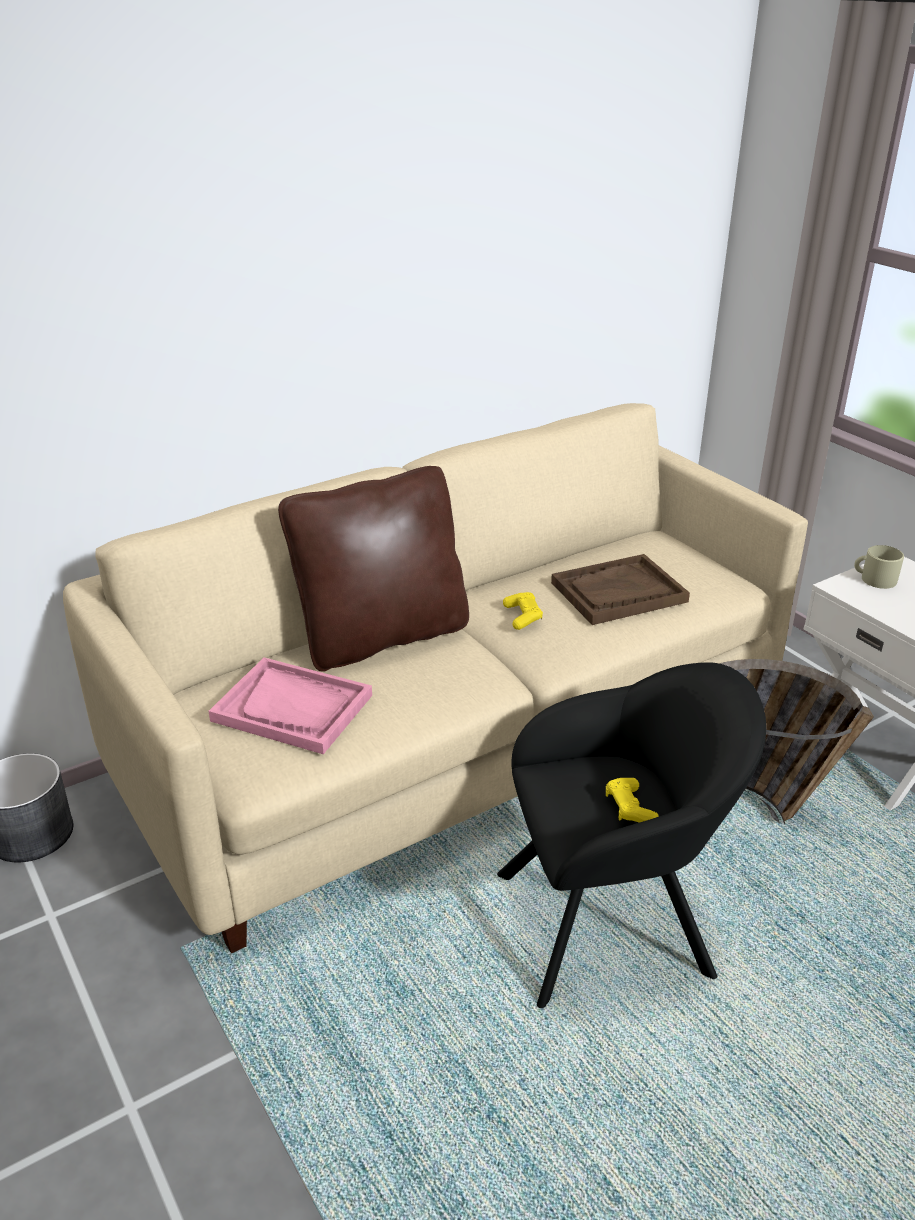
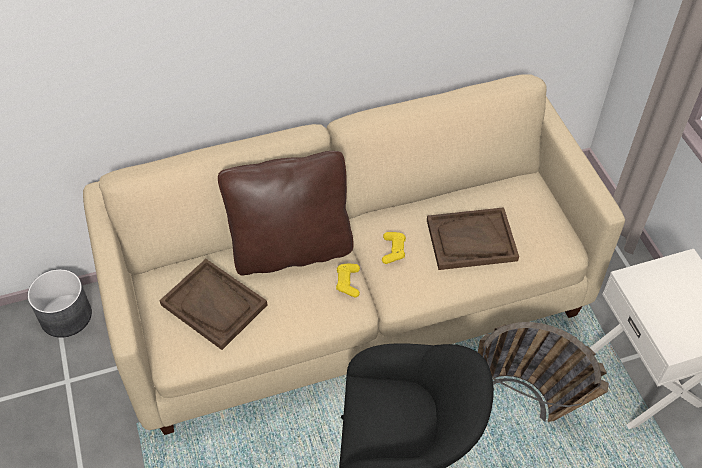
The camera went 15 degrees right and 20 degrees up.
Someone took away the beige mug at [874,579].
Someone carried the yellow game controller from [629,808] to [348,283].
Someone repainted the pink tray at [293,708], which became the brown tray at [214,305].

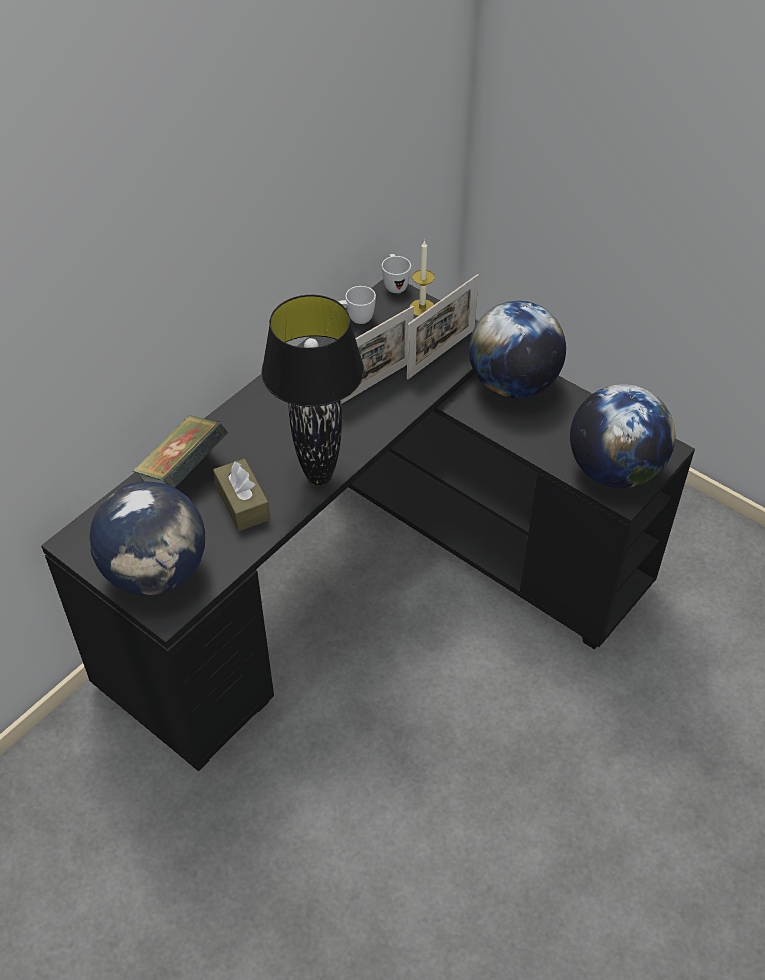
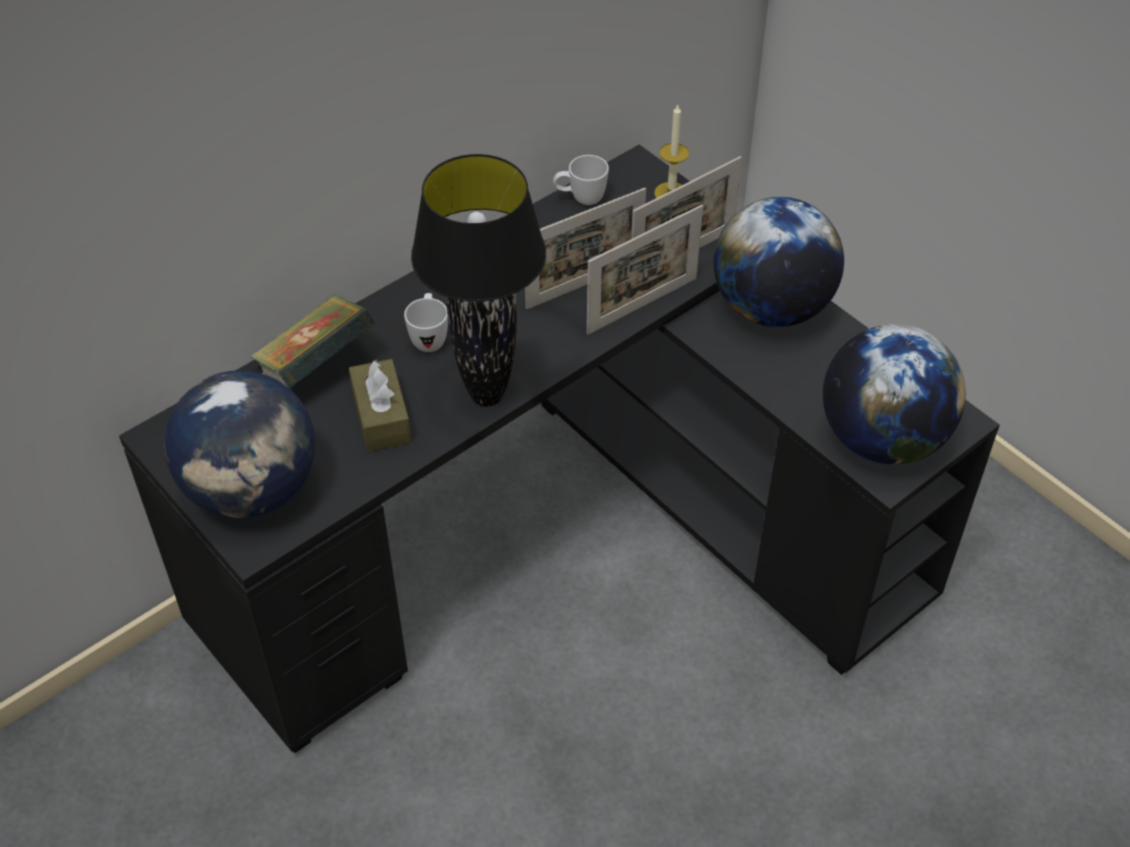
The camera went 10 degrees right and 0 degrees up.
Someone put down the picture frame at [642,305].
Someone carried the white mug from [395,284] to [429,337].

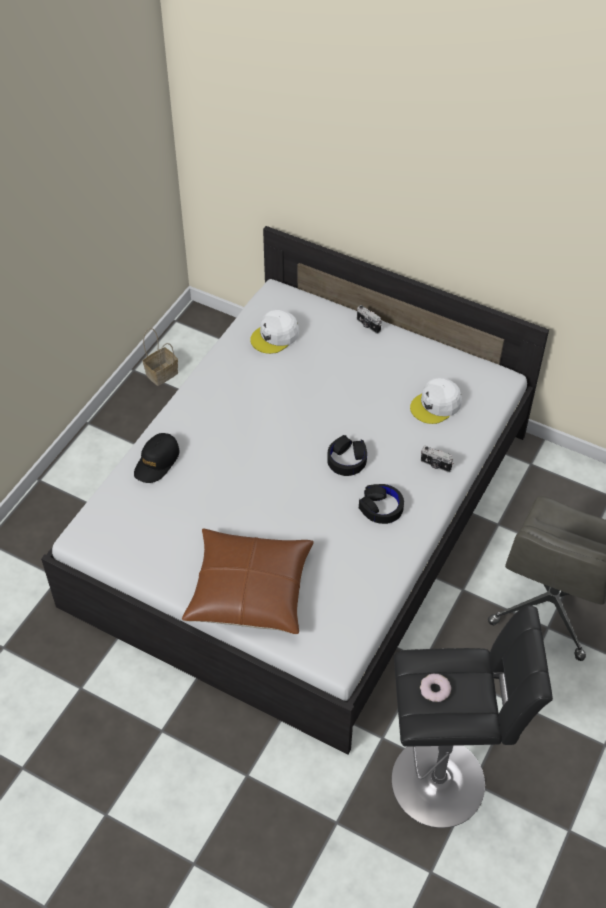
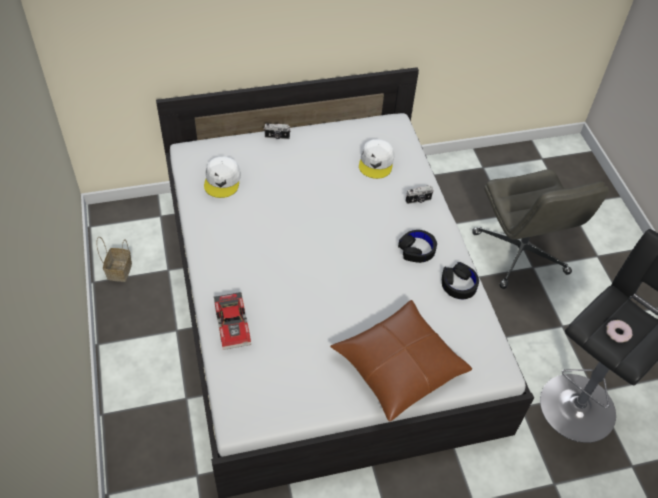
The camera went 45 degrees left and 0 degrees up.
Someone carried the black headphones from [347,460] to [458,284].
Someone swapped the black cap at [157,462] for the toy car at [234,324].

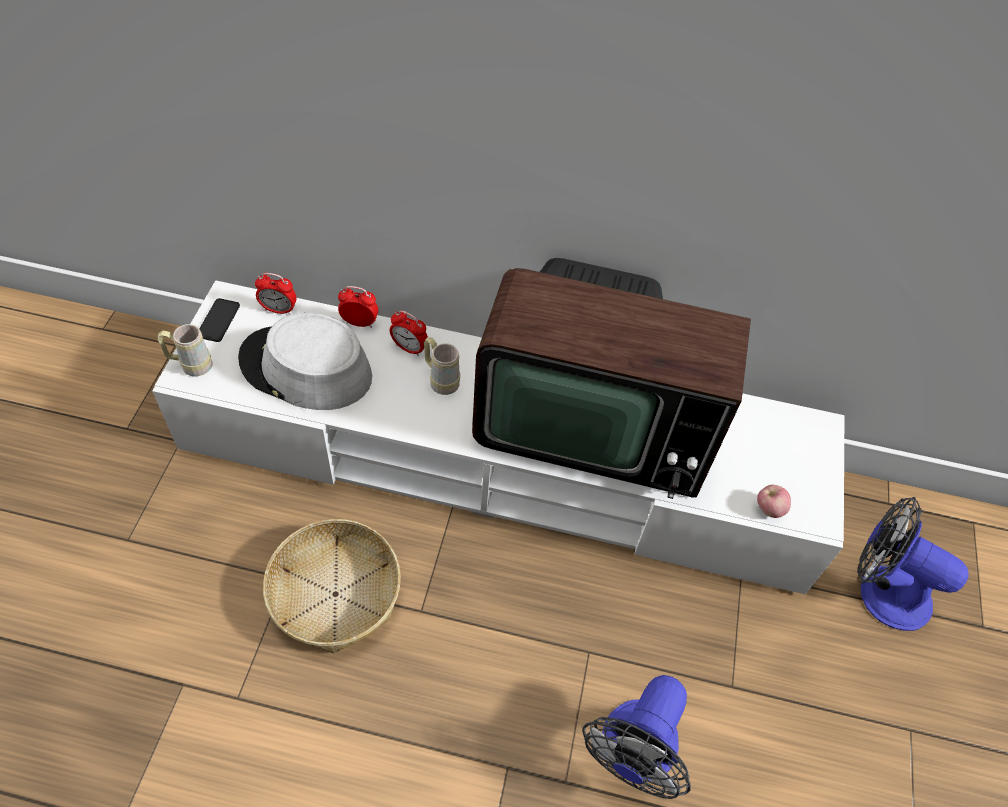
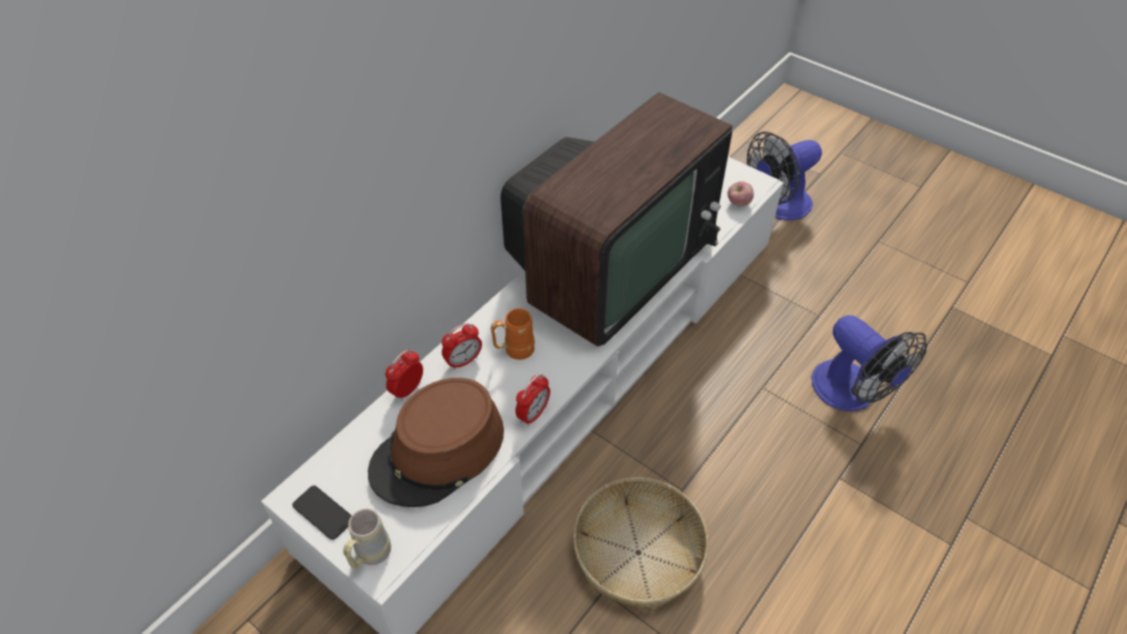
The camera went 60 degrees left and 5 degrees down.
Someone carried the alarm clock from [279,309] to [533,414].
Someone repainted the grey hat at [305,369], which became the brown hat at [438,451].
Someone repainted the beige mug at [440,379], which became the orange mug at [513,350].

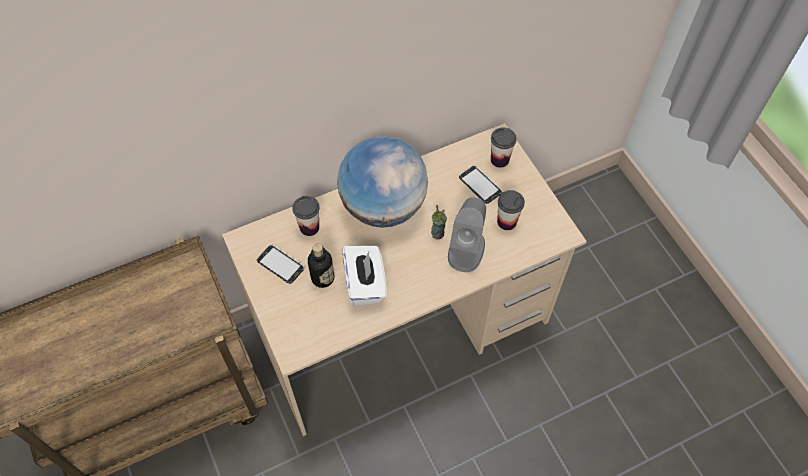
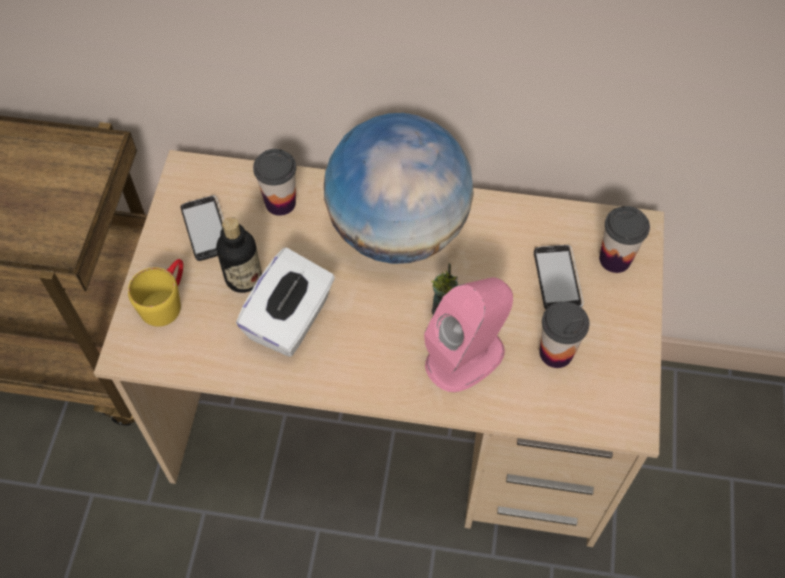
The camera went 35 degrees right and 0 degrees up.
Someone put down the yellow mug at [166,300].
Someone repainted the grey speaker at [466,249], which became the pink speaker at [465,356].

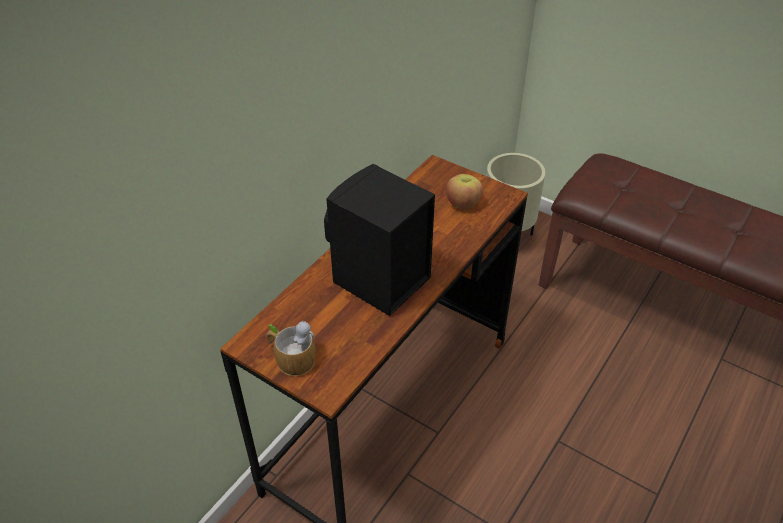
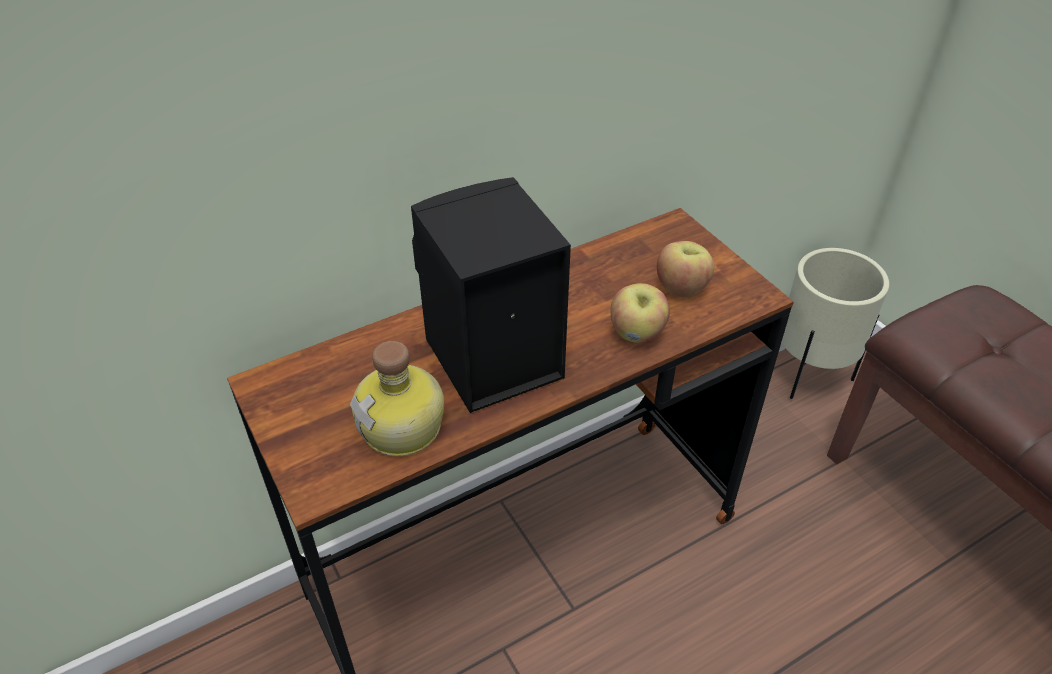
The camera went 25 degrees right and 0 degrees up.
Someone took away the mug at [291,357].
Someone put down the bottle at [404,428].
Someone put down the apple at [637,334].

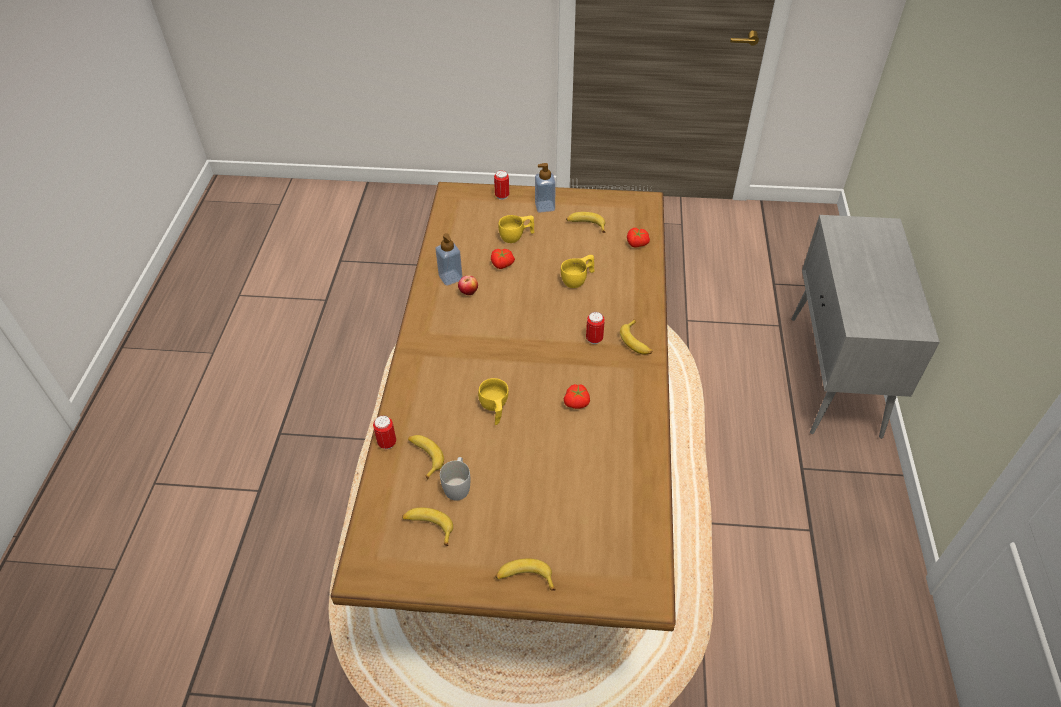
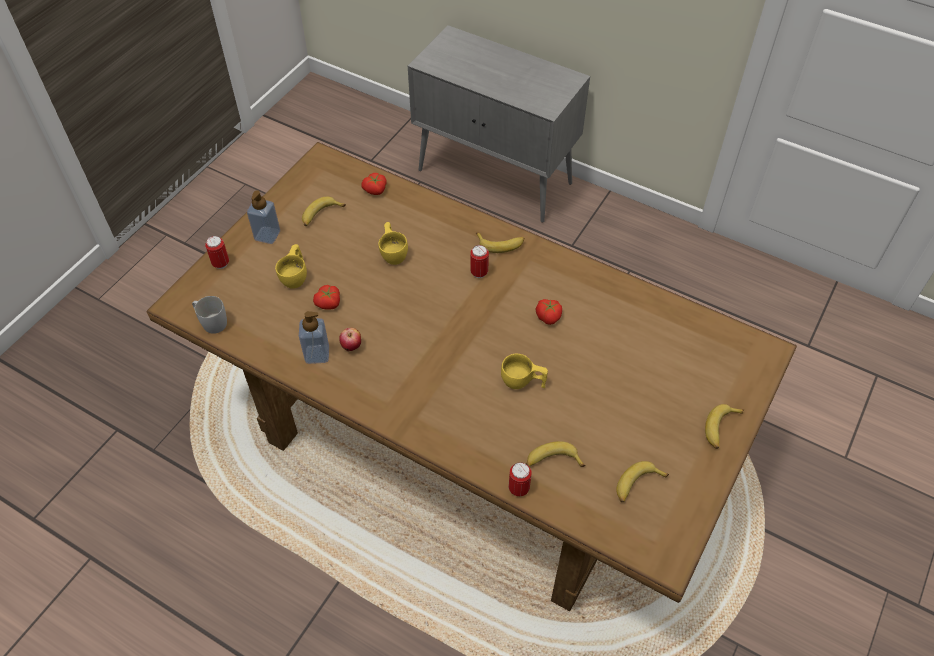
The camera went 65 degrees left and 5 degrees up.
Someone carried the white mug from [458,485] to [211,322].

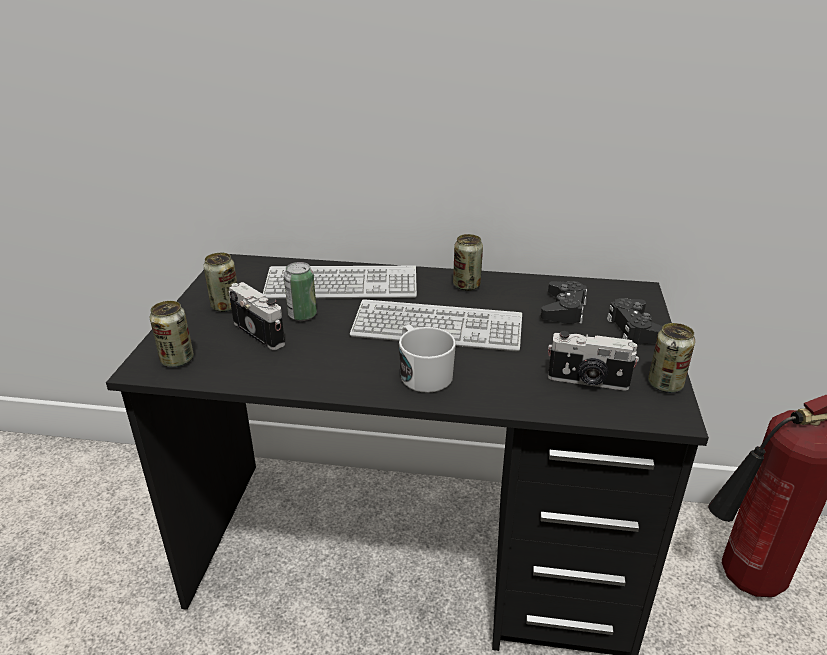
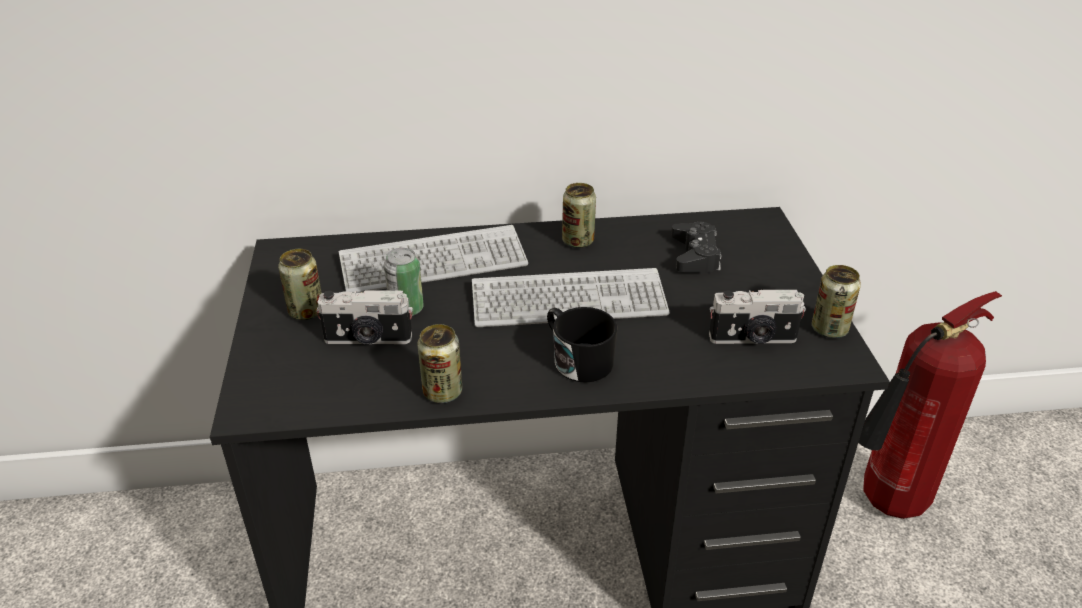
The camera went 15 degrees left and 5 degrees up.
Someone took away the black game controller at [635,328].
Someone carried the can from [177,360] to [442,392].
Someone repainted the white mug at [422,373], which became the black mug at [577,359].
Someone rotated the photo camera at [261,332] by 150 degrees clockwise.

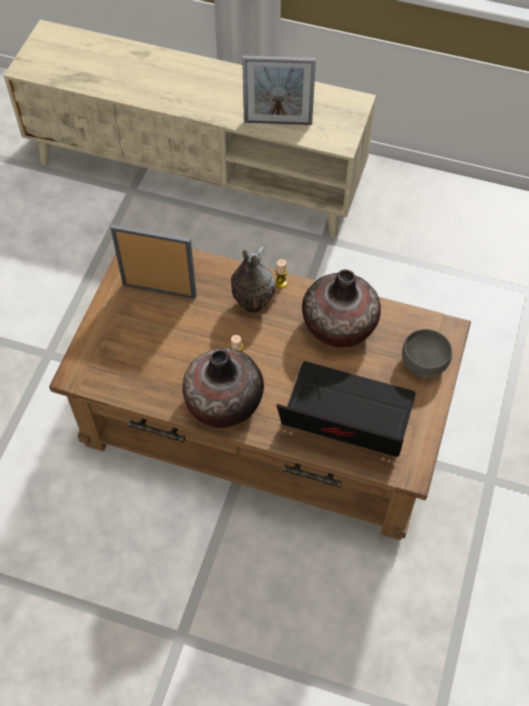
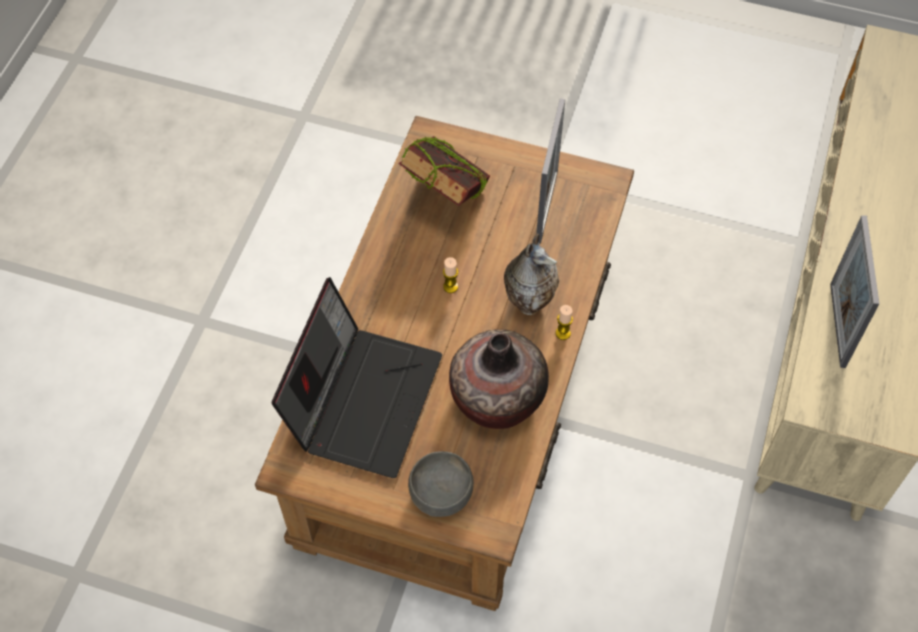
The camera went 90 degrees right and 0 degrees up.
Someone took away the vase at [223,403].
Someone put down the book at [446,199].

